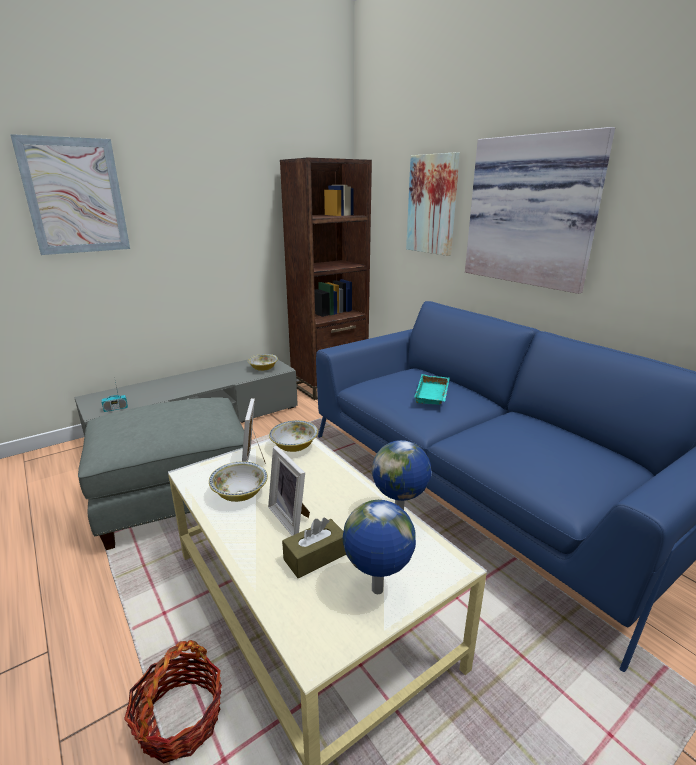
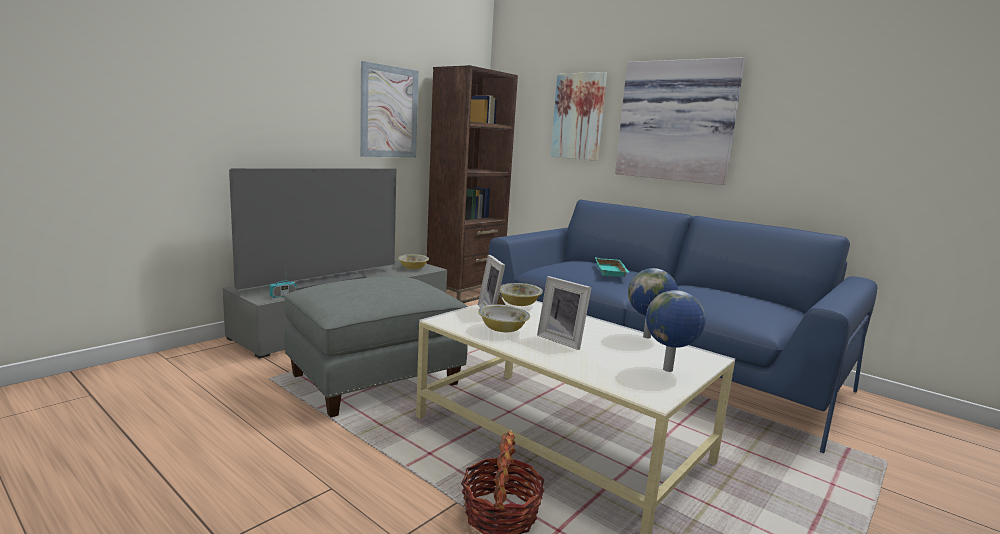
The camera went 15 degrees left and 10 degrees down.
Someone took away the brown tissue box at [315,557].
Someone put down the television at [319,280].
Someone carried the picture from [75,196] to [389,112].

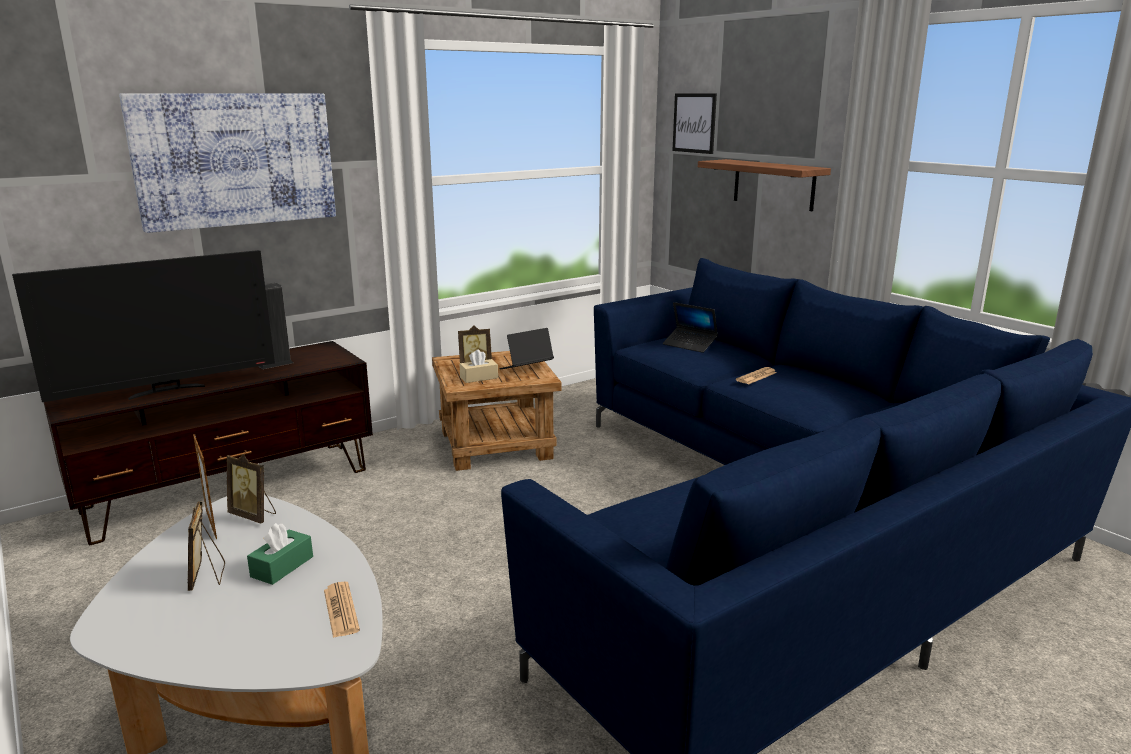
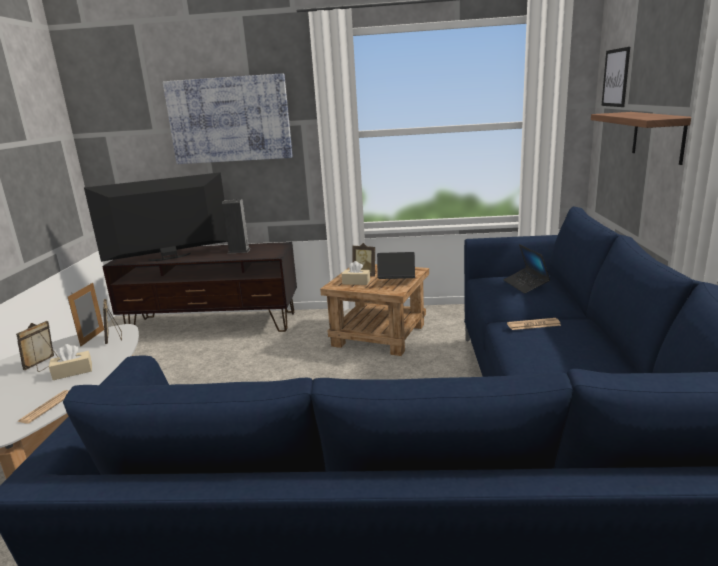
The camera went 40 degrees right and 0 degrees up.
Someone repainted the green tissue box at [282,567], which became the beige tissue box at [72,372].
Someone rotated the television at [167,390] by 150 degrees clockwise.

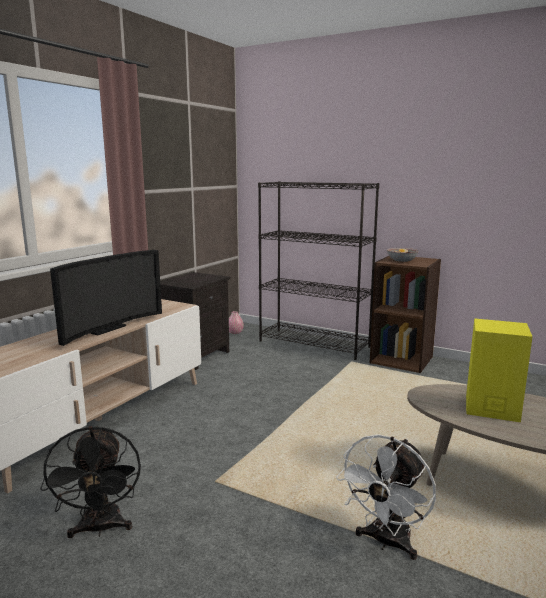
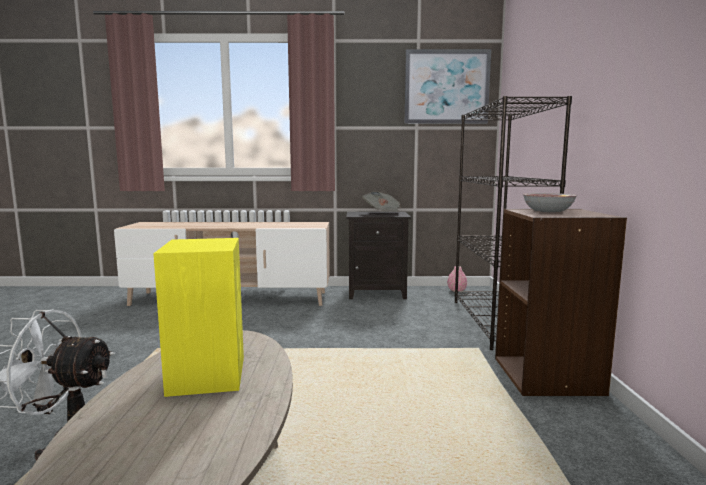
The camera went 60 degrees right and 5 degrees down.
Someone took away the black fan at [100,529].
Someone took away the television at [104,329].
Someone put down the newspaper at [383,213].
Someone put up the picture at [446,87].

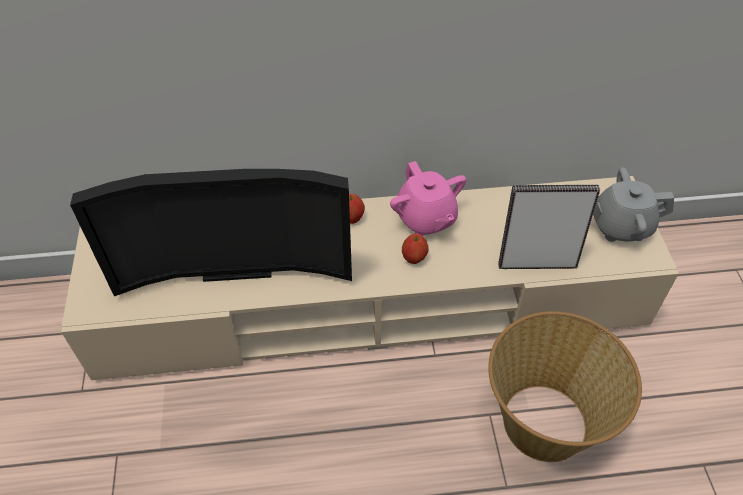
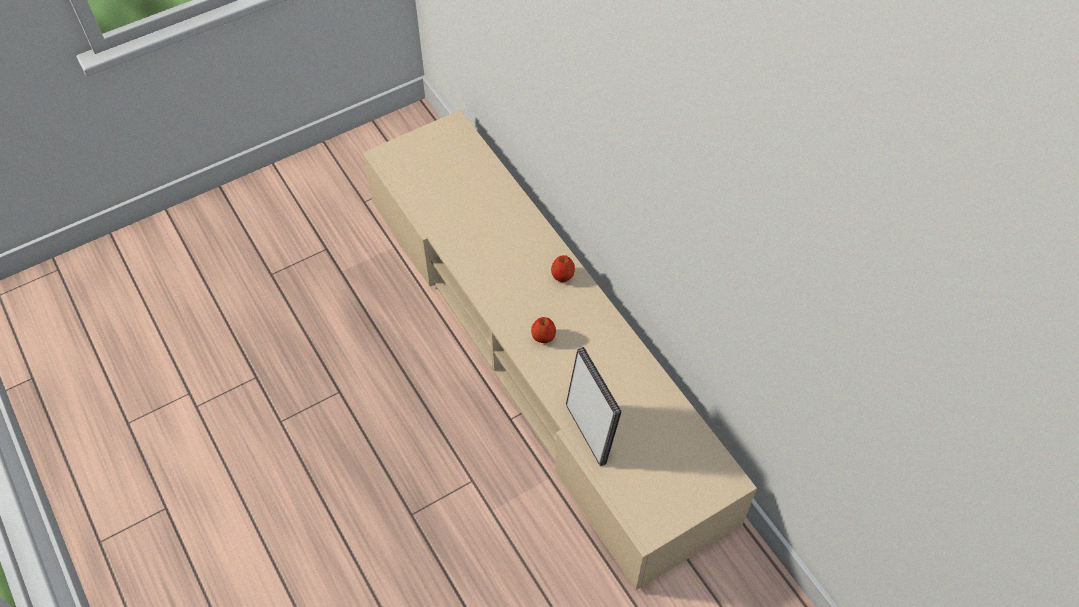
The camera went 65 degrees right and 5 degrees up.
Someone took away the television at [236,263].
Someone took away the pink teapot at [426,219].
Someone took away the basket at [544,421].
Someone took away the grey teapot at [620,226].

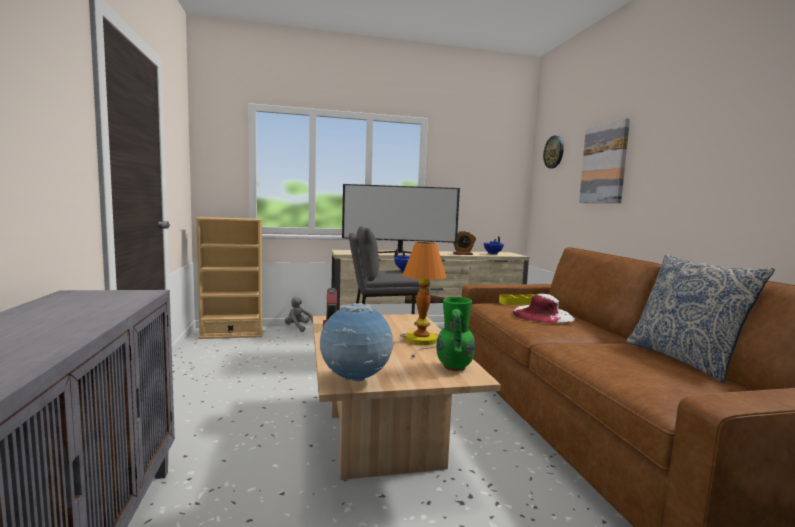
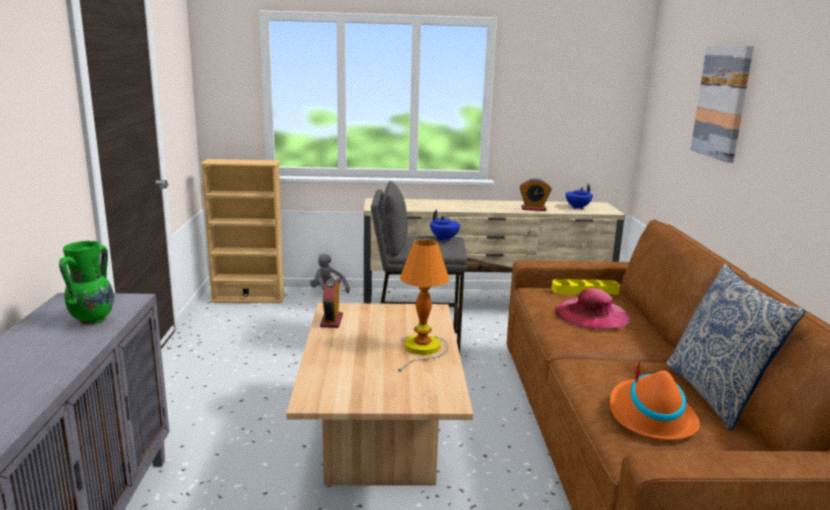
The camera went 10 degrees right and 10 degrees up.
Someone took away the globe at [355,380].
Someone took away the television at [401,253].
Someone took away the wall clock at [554,152].
Someone put down the orange hat at [650,416].
Someone carried the green vase from [454,368] to [91,320].
Someone repainted the white hat at [542,315], which became the pink hat at [592,314].

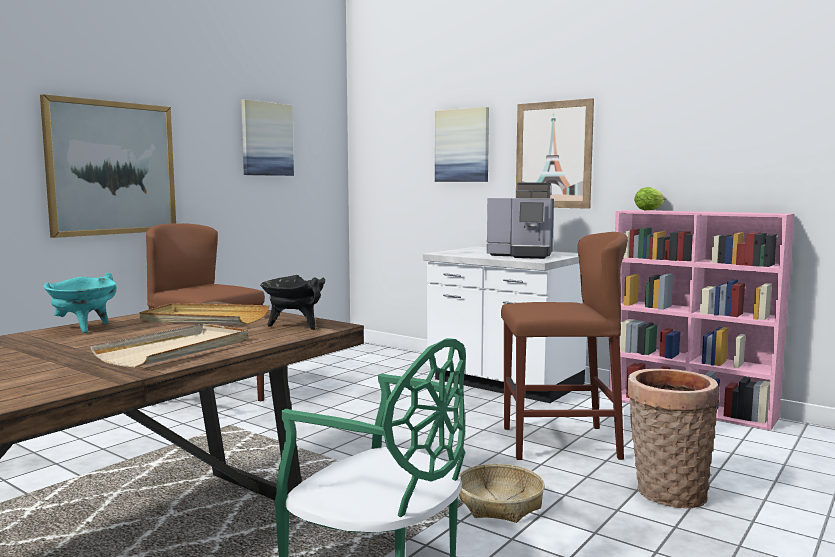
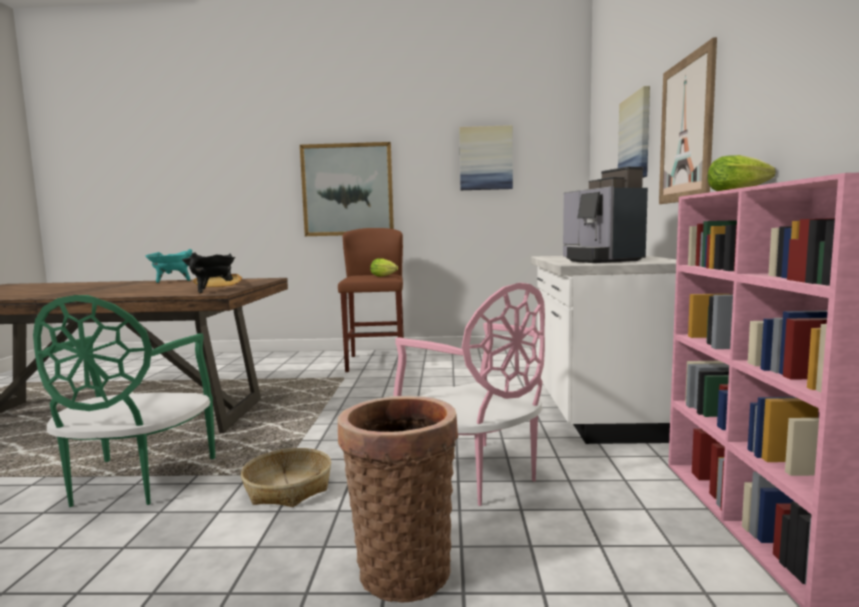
The camera went 55 degrees right and 0 degrees up.
Someone took away the beige tray at [177,350].
Someone put down the lettuce at [385,276].
Someone swapped the brown stool at [559,442] for the pink chair at [474,475].

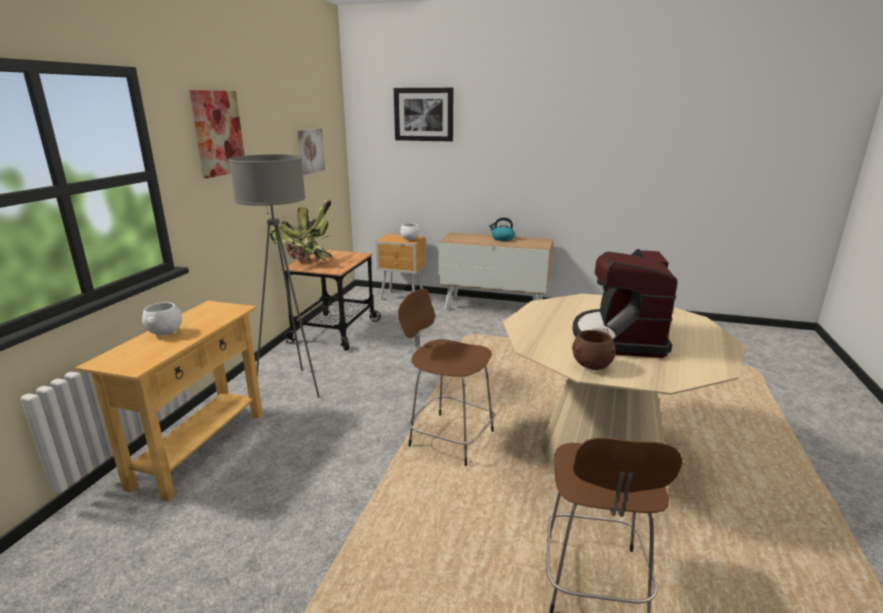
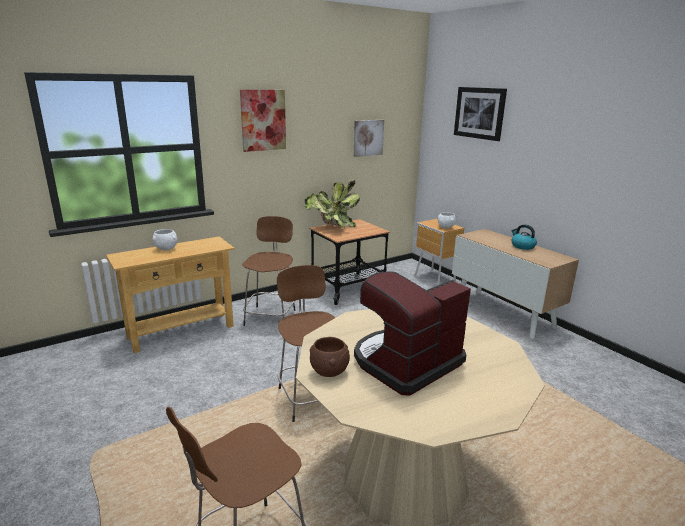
The camera went 40 degrees right and 0 degrees up.
Someone swapped the grey floor lamp at [292,387] for the brown stool at [271,316].

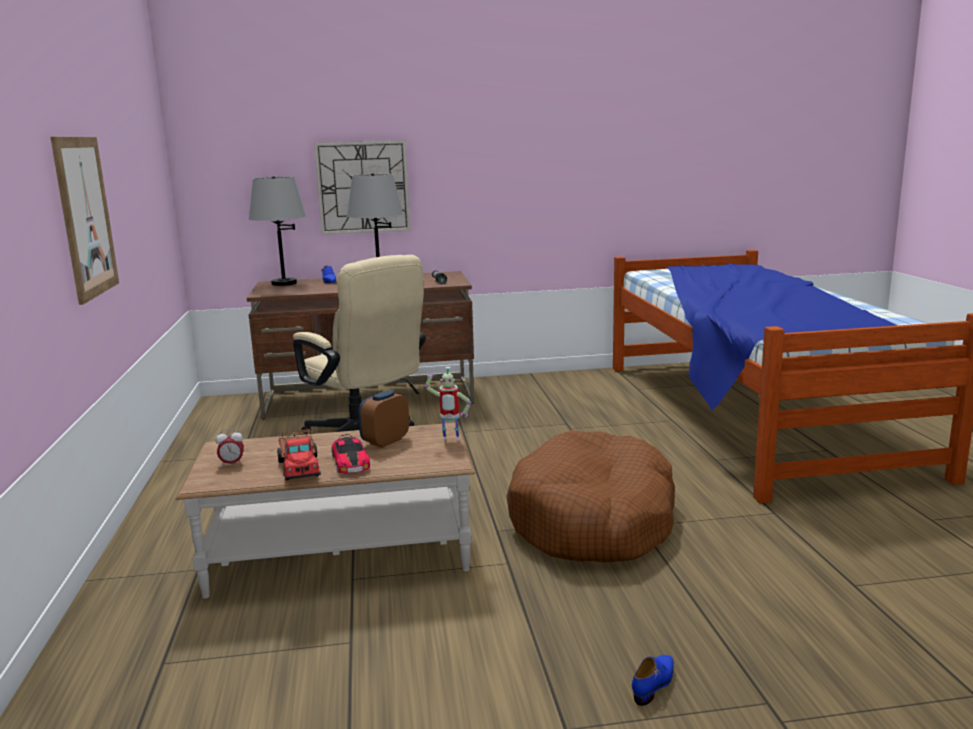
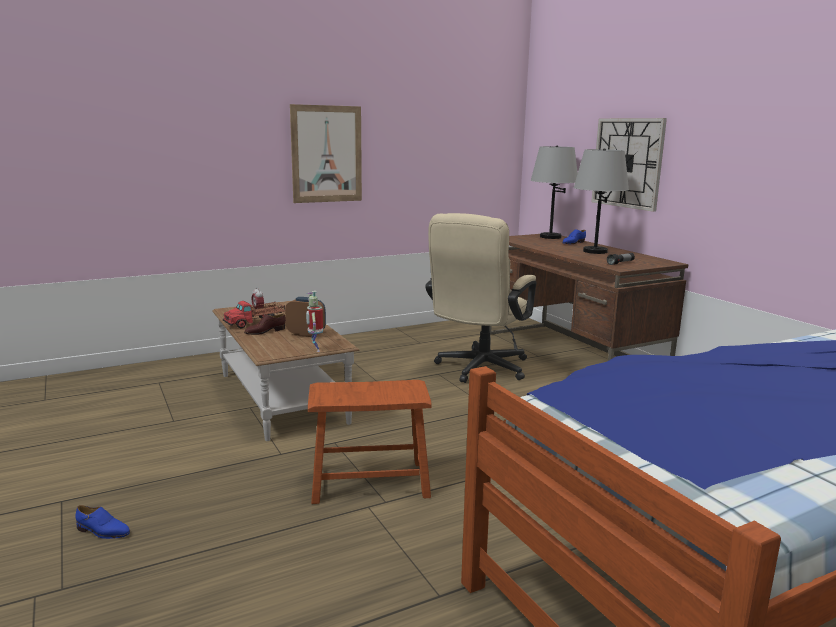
The camera went 70 degrees right and 0 degrees up.
Someone swapped the toy car at [350,462] for the brown shoe at [265,331].
Someone swapped the brown dog bed at [593,520] for the brown stool at [369,481].

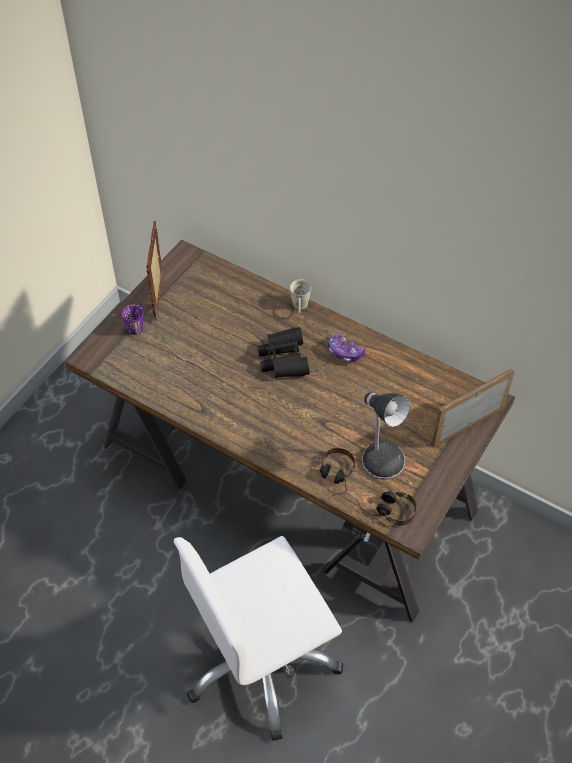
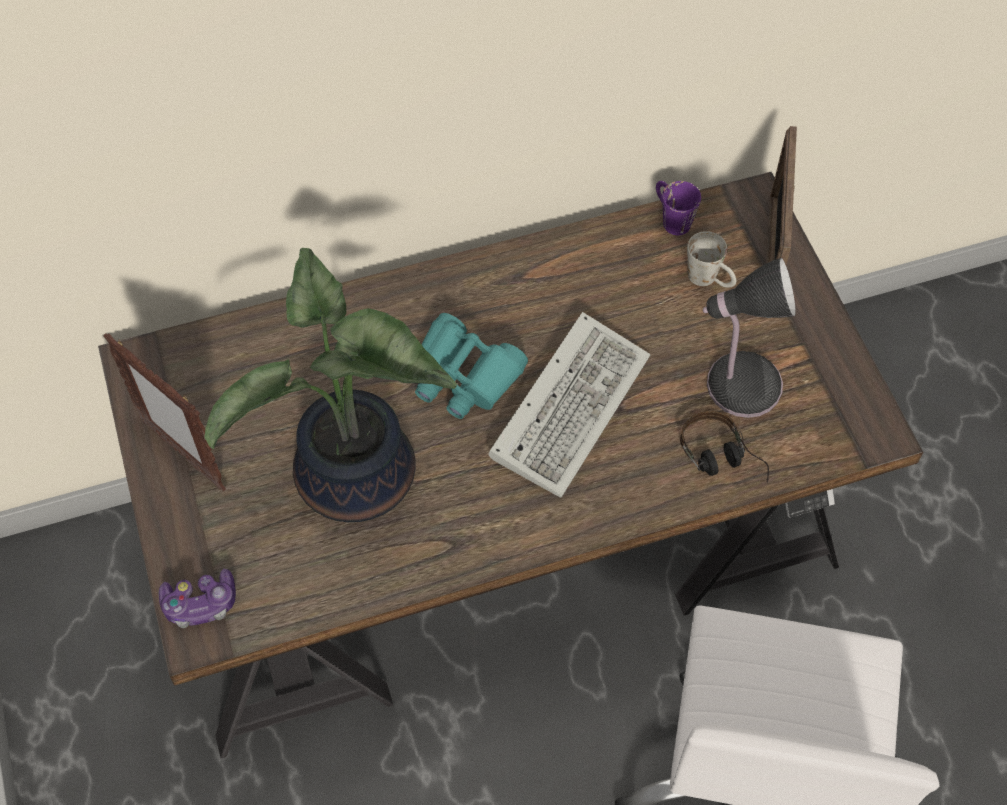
The camera went 50 degrees left and 5 degrees up.
Someone took away the headphones at [386,509].
Someone put down the potted plant at [356,482].
Someone put down the keyboard at [570,403].
Someone carried the purple mug from [137,325] to [670,218].
Someone carried the white mug from [300,308] to [709,280].
Someone carried the game controller from [344,352] to [200,604].
Someone repainted the black binoculars at [284,359], which became the turquoise binoculars at [463,376].

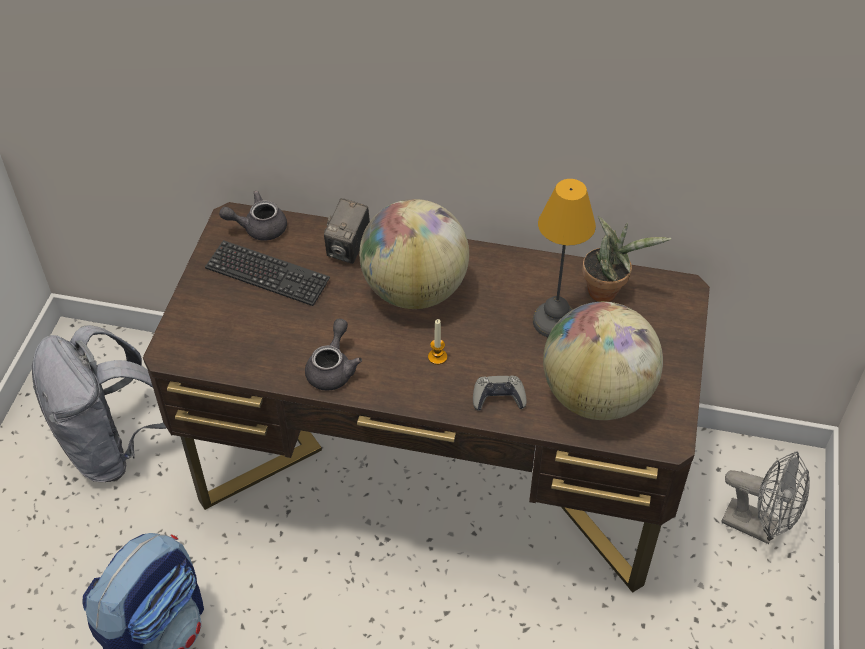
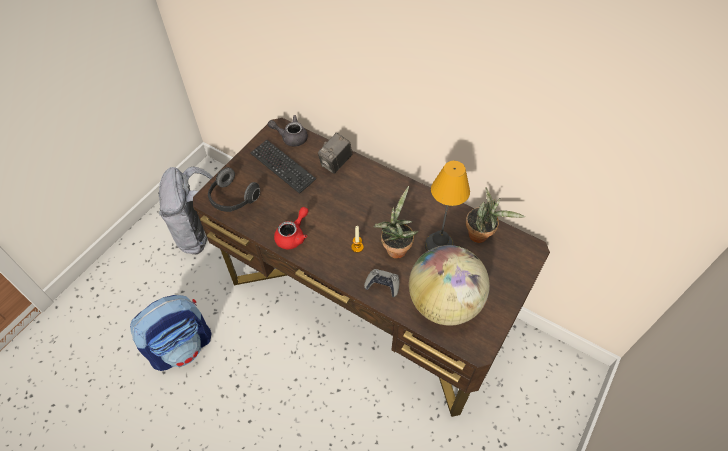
The camera went 20 degrees right and 5 degrees up.
Someone took away the globe at [414,290].
Someone took away the grey fan at [758,526].
Someone put down the headphones at [233,199].
Someone put down the potted plant at [395,247].
Someone repainted the grey teapot at [333,368], which became the red teapot at [293,236].

